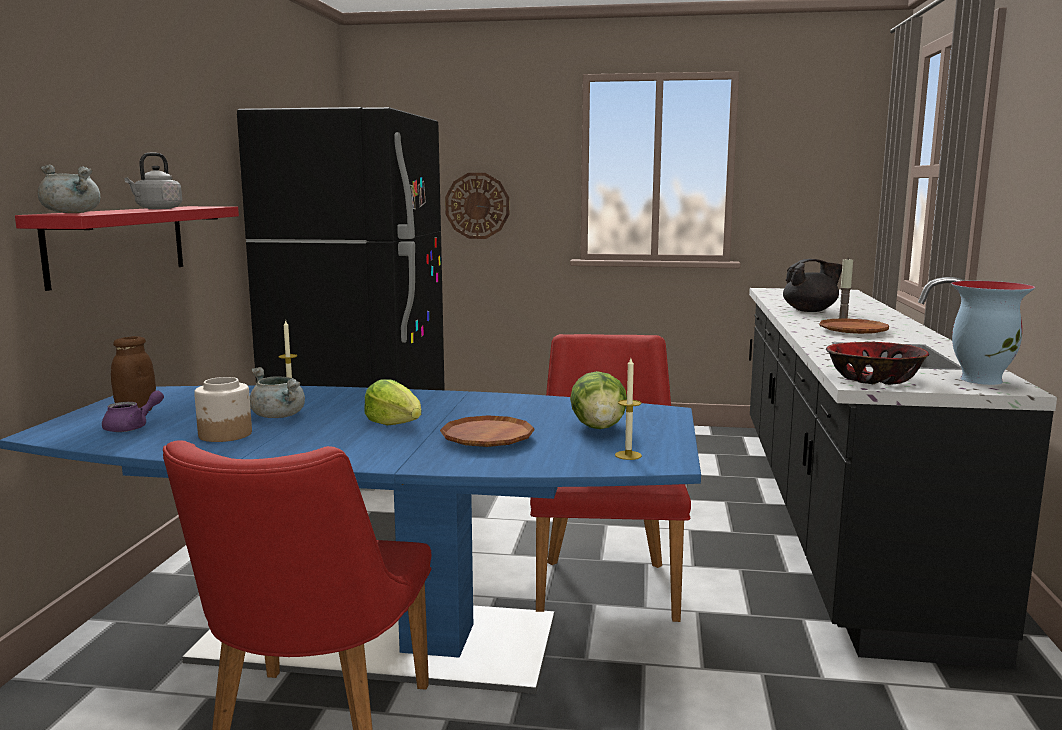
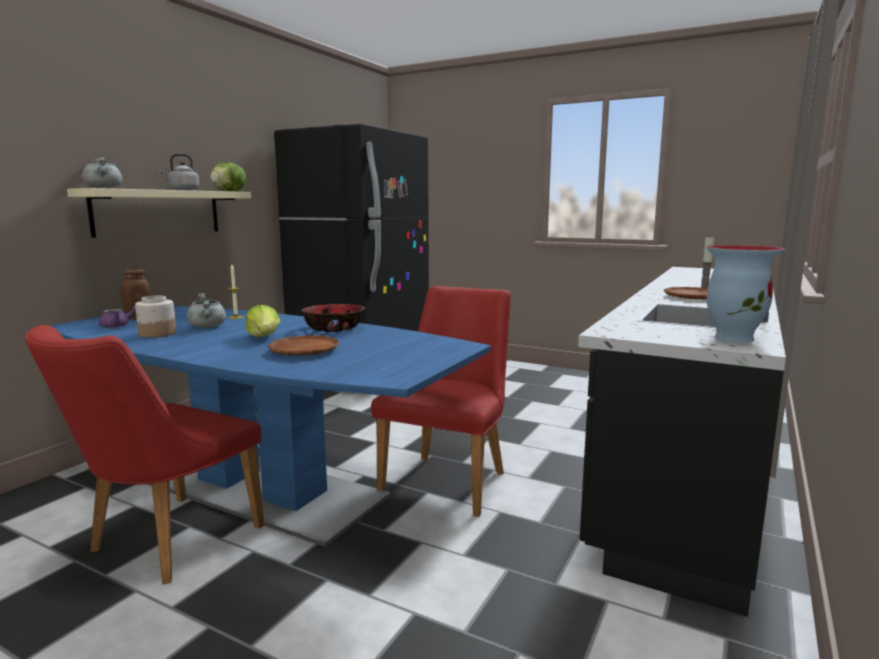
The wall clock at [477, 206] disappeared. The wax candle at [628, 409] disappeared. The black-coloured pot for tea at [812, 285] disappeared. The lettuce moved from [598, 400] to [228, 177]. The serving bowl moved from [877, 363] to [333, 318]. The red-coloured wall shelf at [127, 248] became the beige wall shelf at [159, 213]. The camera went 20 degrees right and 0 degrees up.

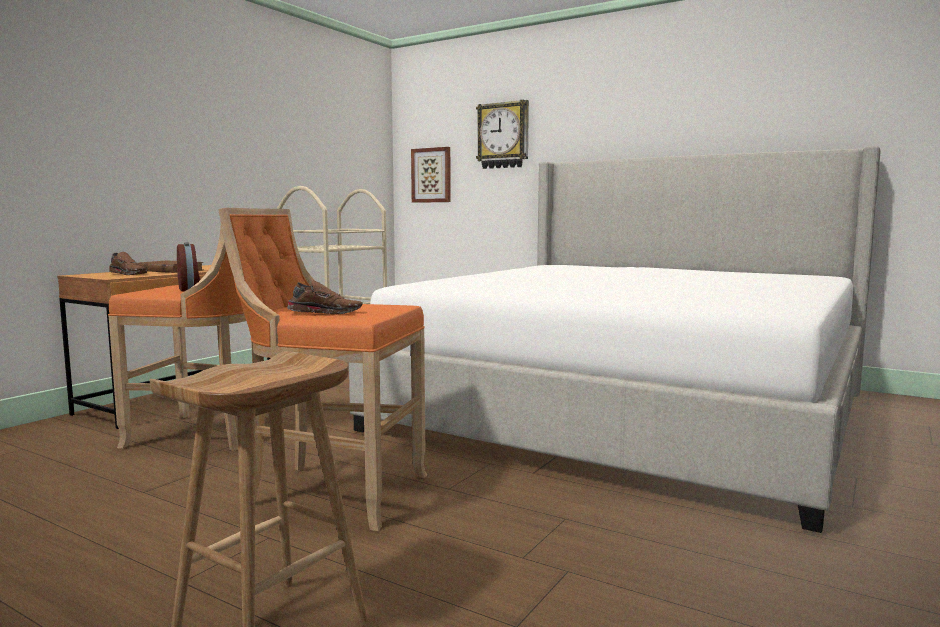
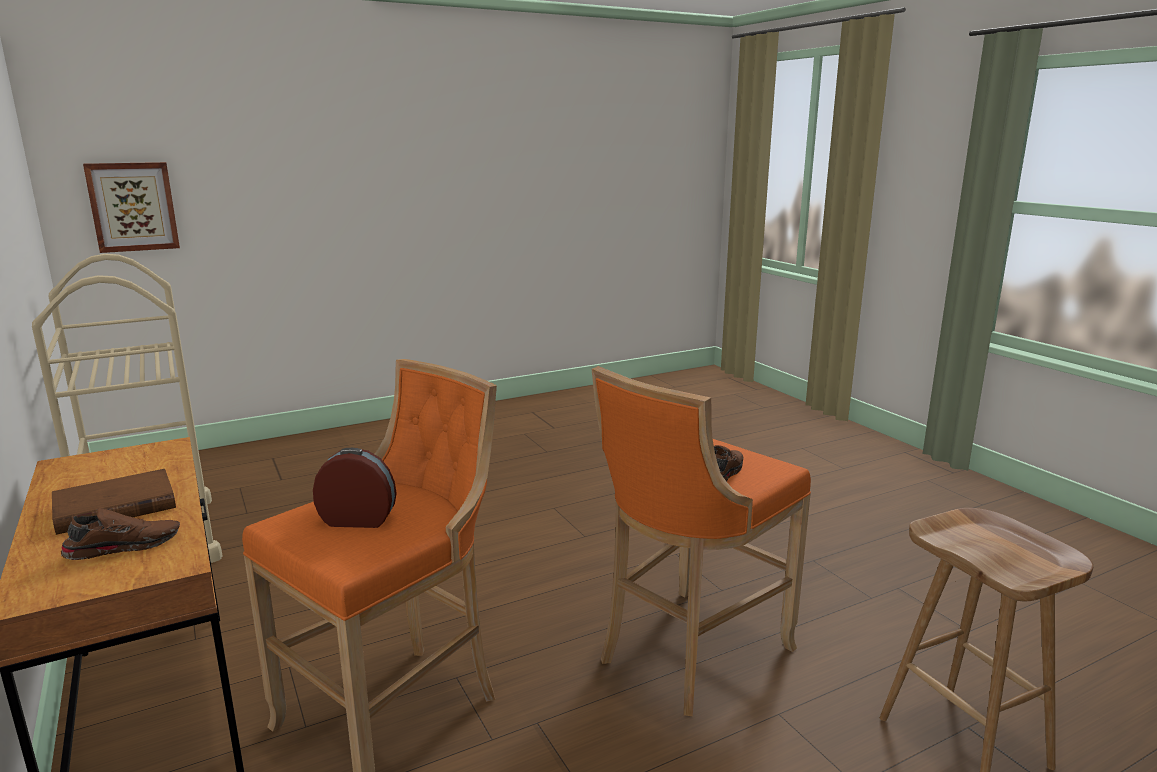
The bedroom bed at [615, 339] disappeared. The wall clock at [502, 134] disappeared. The camera went 60 degrees left and 10 degrees up.

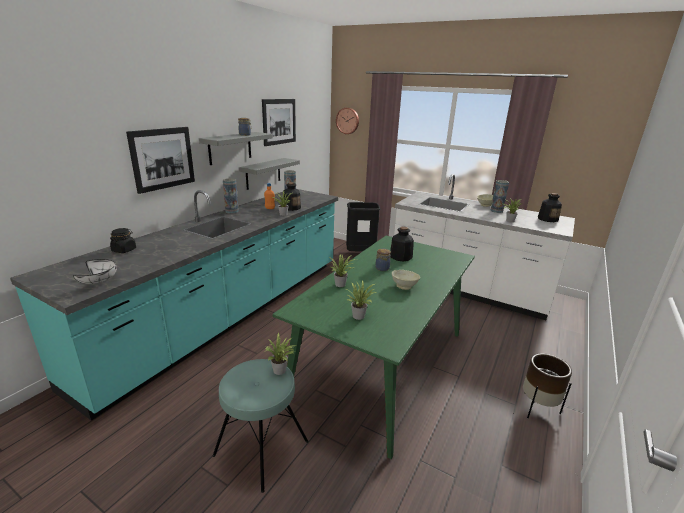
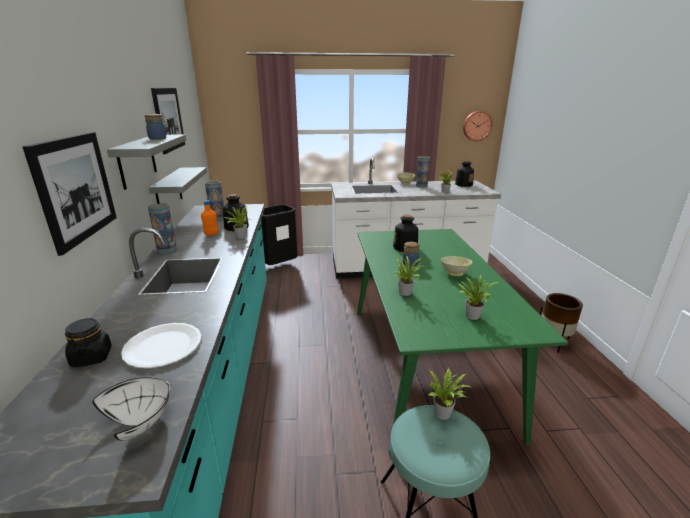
The white-coloured flat dish at [161, 345] appeared. The wall clock moved from [347, 121] to [477, 126]. The camera went 35 degrees left and 0 degrees up.

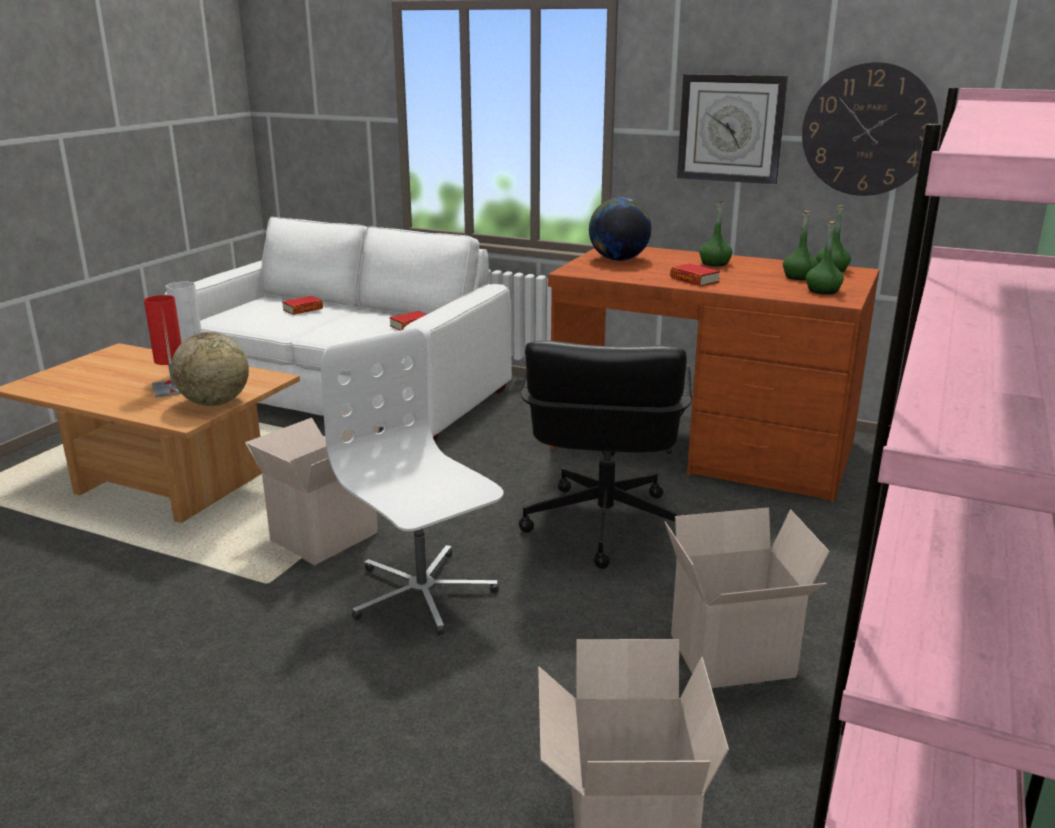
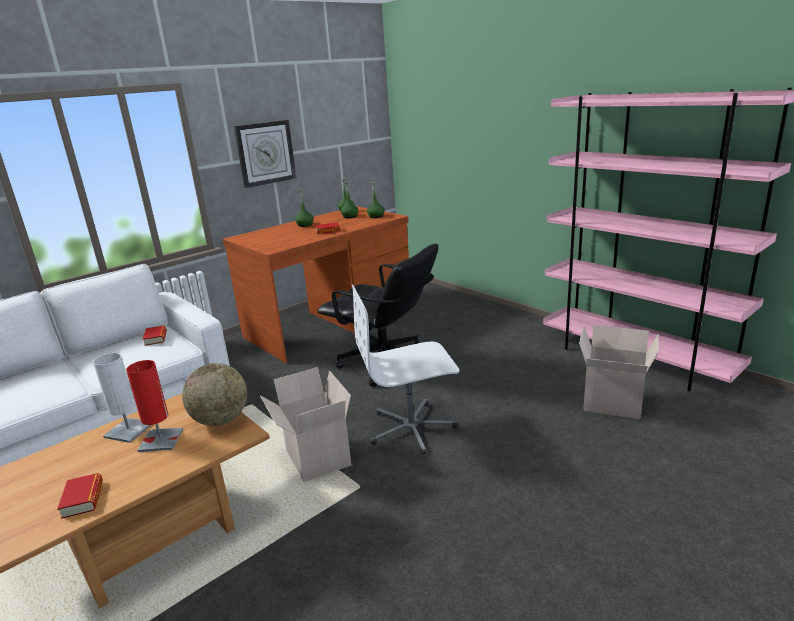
The world globe at [620, 229] disappeared. The packing box at [746, 598] disappeared. The wall clock at [870, 129] disappeared. The bound book moved from [302, 305] to [80, 496]. The camera went 65 degrees left and 0 degrees up.

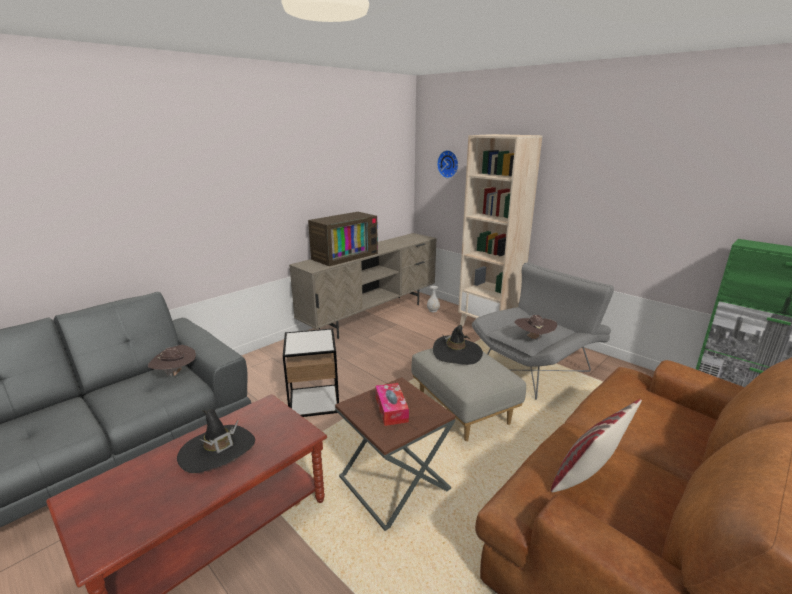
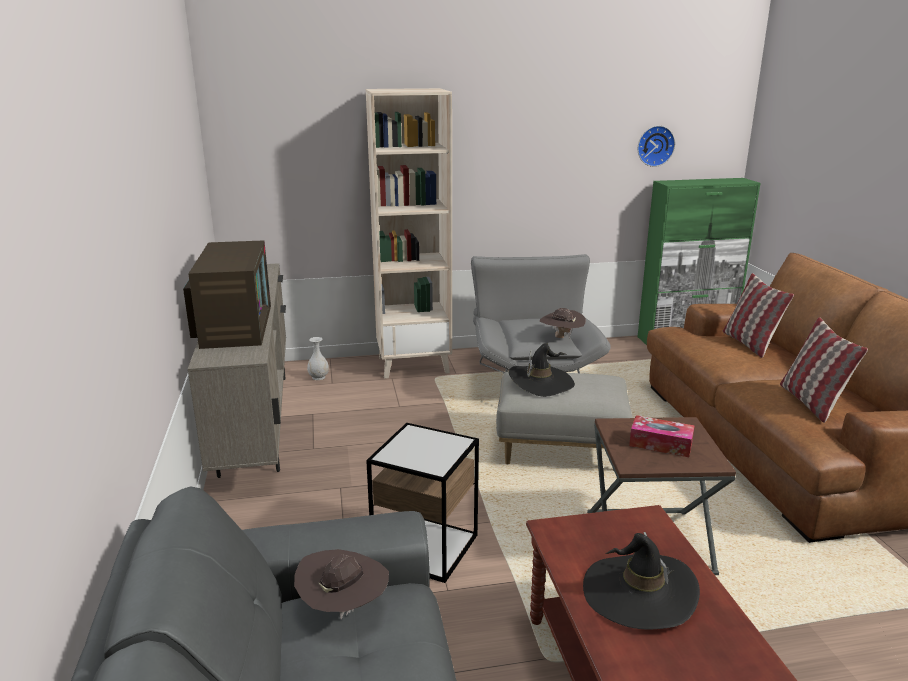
The cushion at [758, 315] appeared. The wall clock moved from [448, 164] to [656, 146]. The camera went 55 degrees left and 0 degrees up.

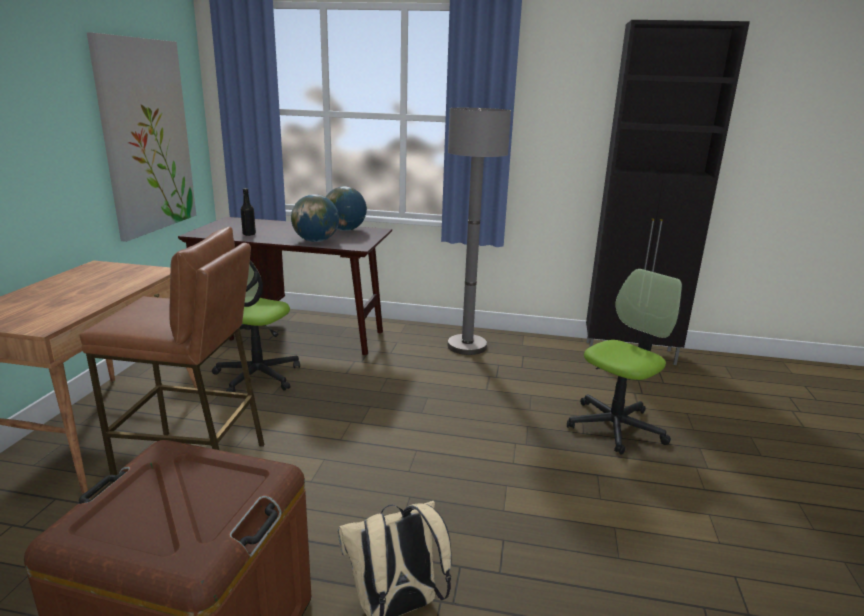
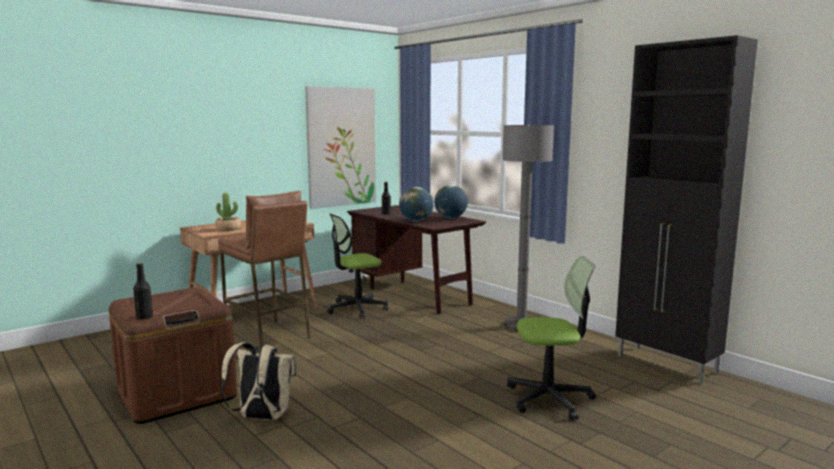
The black-coloured drink bottle at [143, 291] appeared. The potted plant at [228, 211] appeared. The camera went 40 degrees right and 10 degrees down.

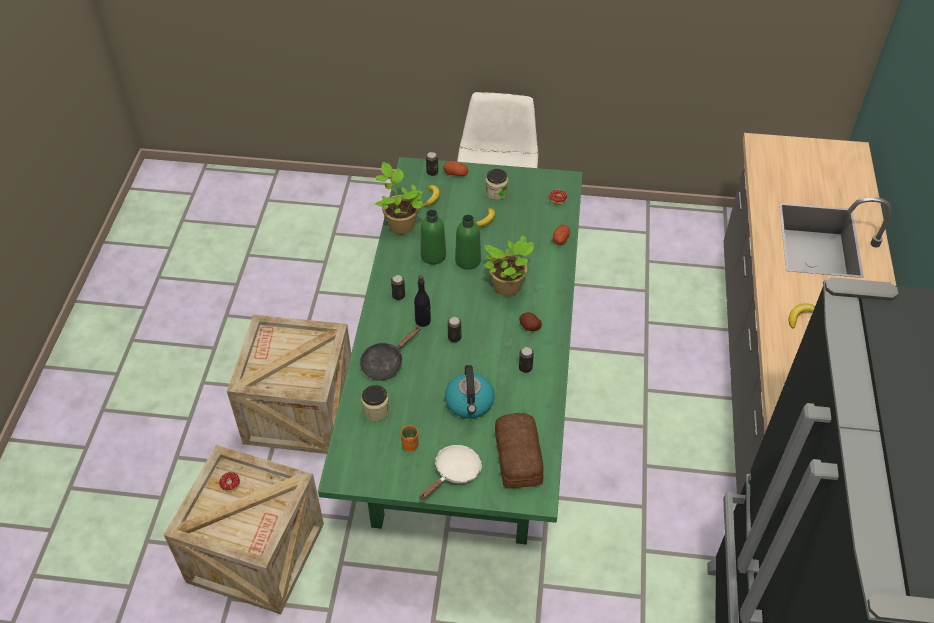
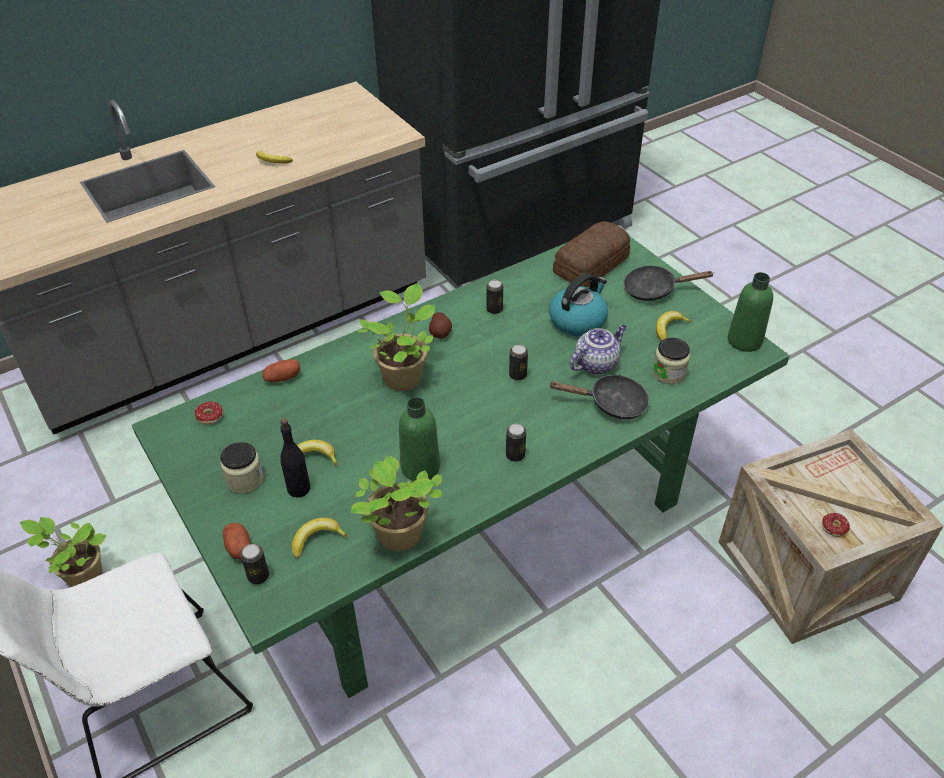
The packing crate at [289, 384] disappeared. The potted plant at [63, 552] appeared. The pot for tea at [598, 350] appeared. The black-coloured drink bottle moved from [422, 301] to [295, 458]. The green drink bottle moved from [468, 242] to [750, 312]. The orange-coloured small cup at [409, 438] was replaced by the banana fruit at [674, 326]. The white-coloured frying pan at [450, 472] became the black-coloured frying pan at [668, 283]. The camera went 130 degrees left and 5 degrees down.

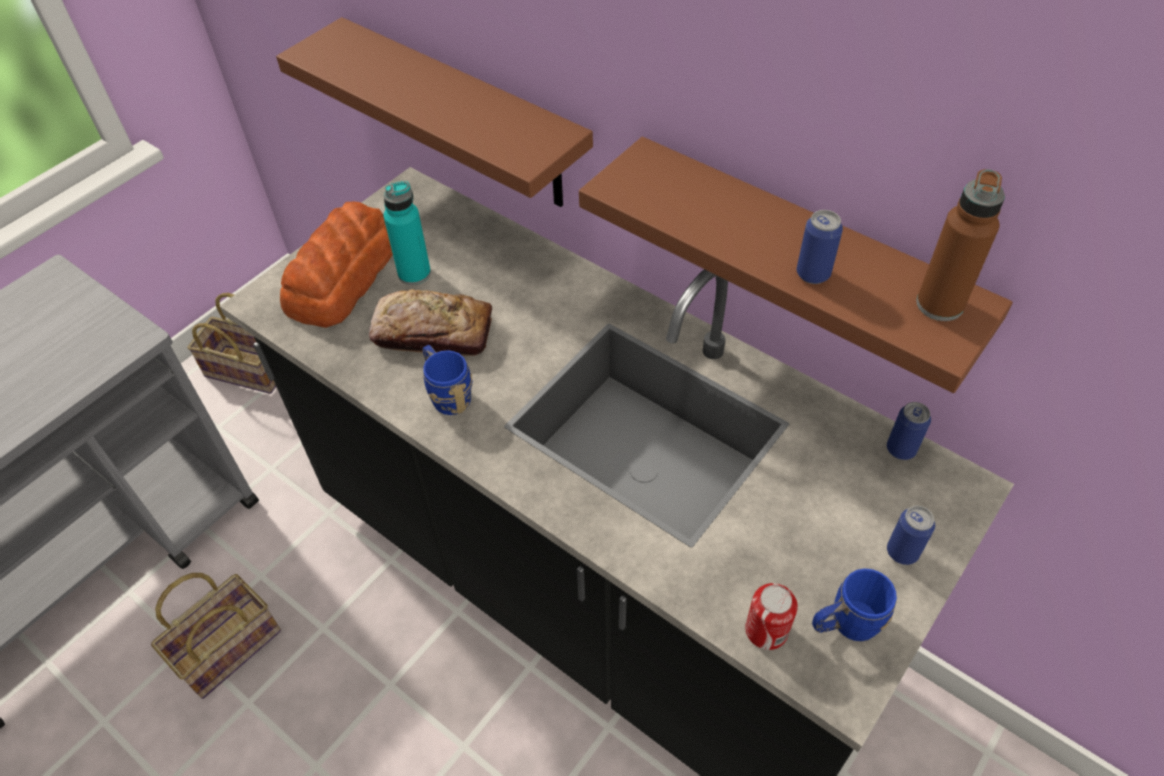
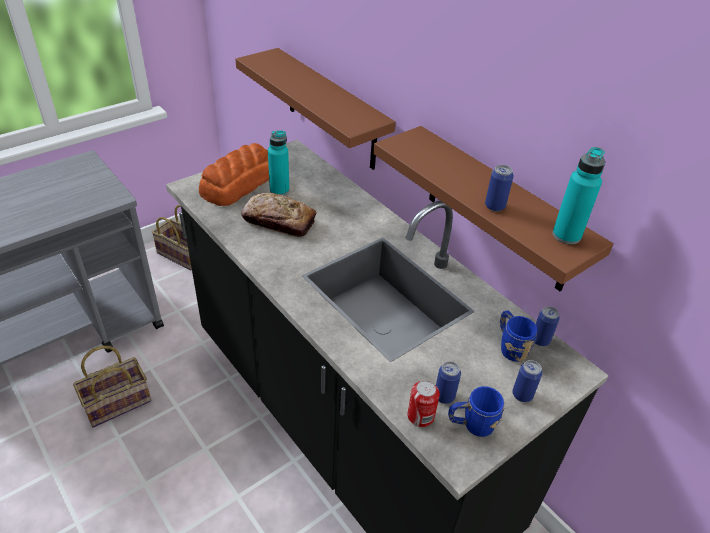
The can at [448, 382] appeared. The blue mug moved from [447, 380] to [518, 336]. The brownish drink bottle at [960, 245] became the blue-green drink bottle at [578, 195]. The camera went 10 degrees right and 10 degrees down.

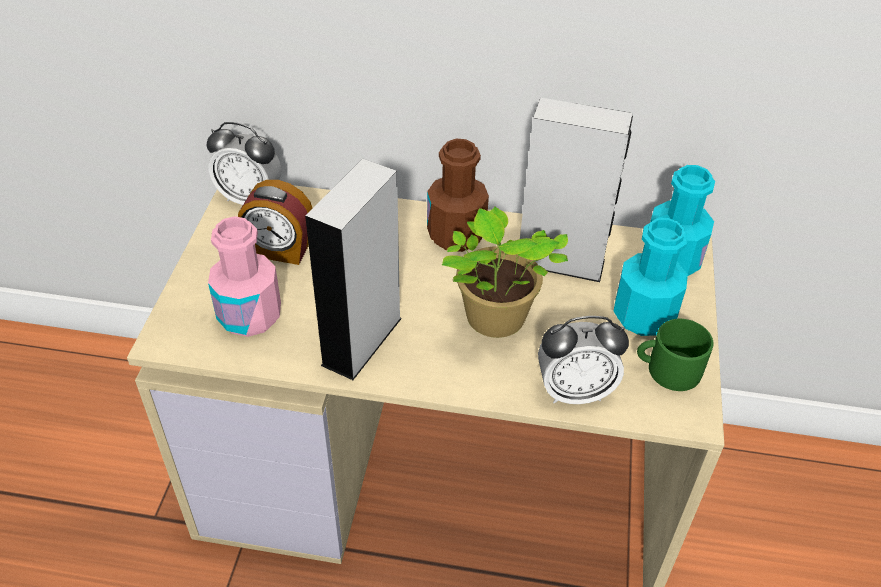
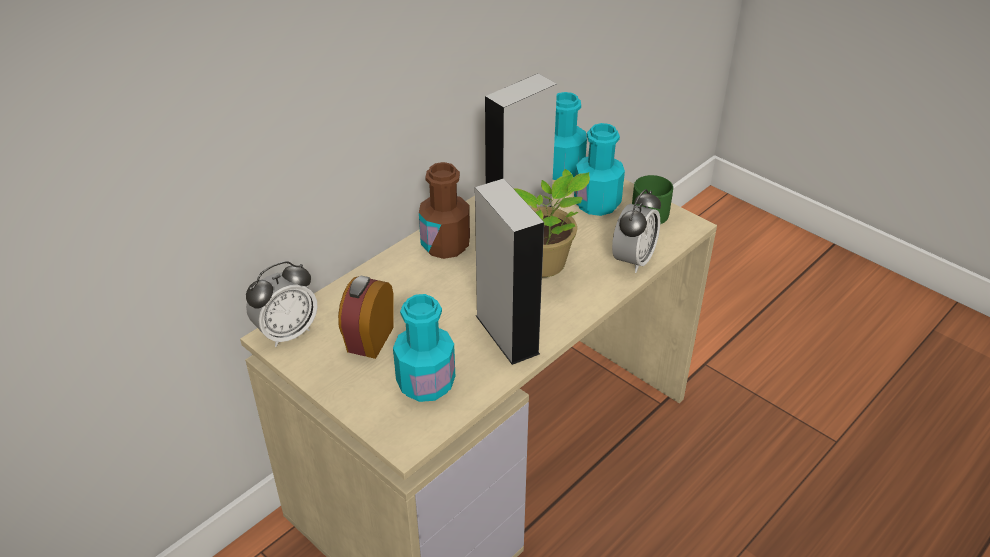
The pink-coloured drink bottle at [244, 276] became the blue-green drink bottle at [424, 348]. The alarm clock at [275, 222] turned 150 degrees clockwise. The camera went 55 degrees left and 5 degrees down.

